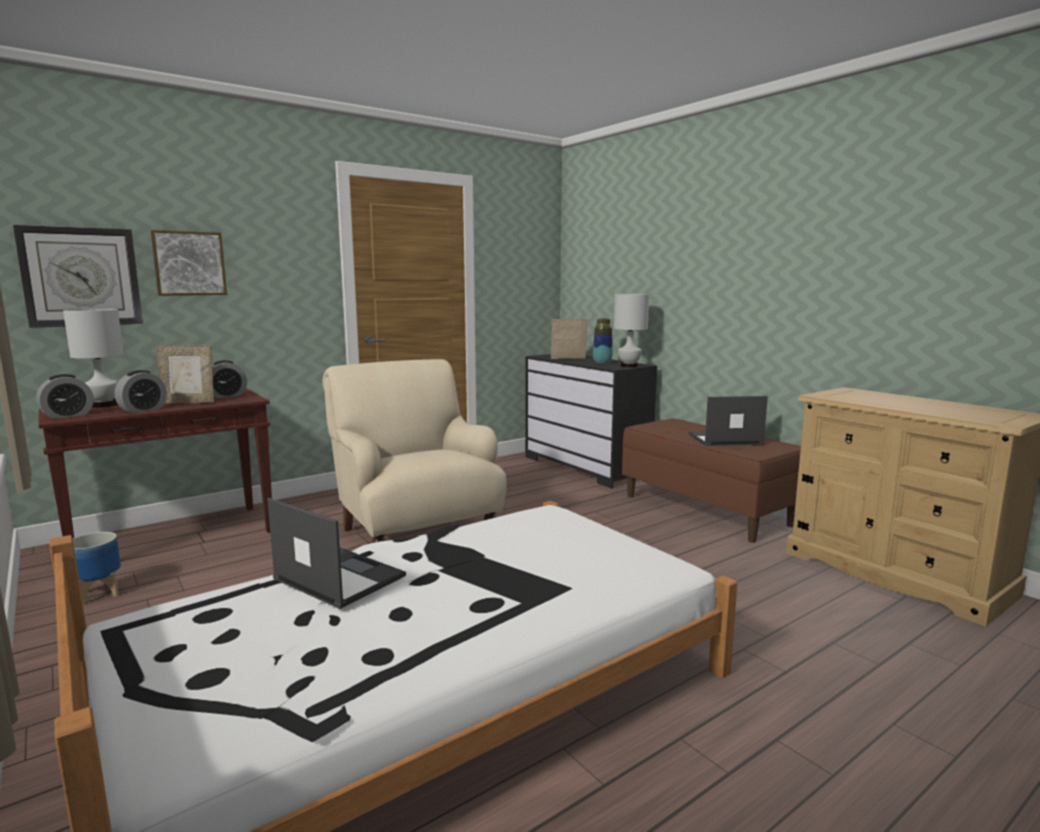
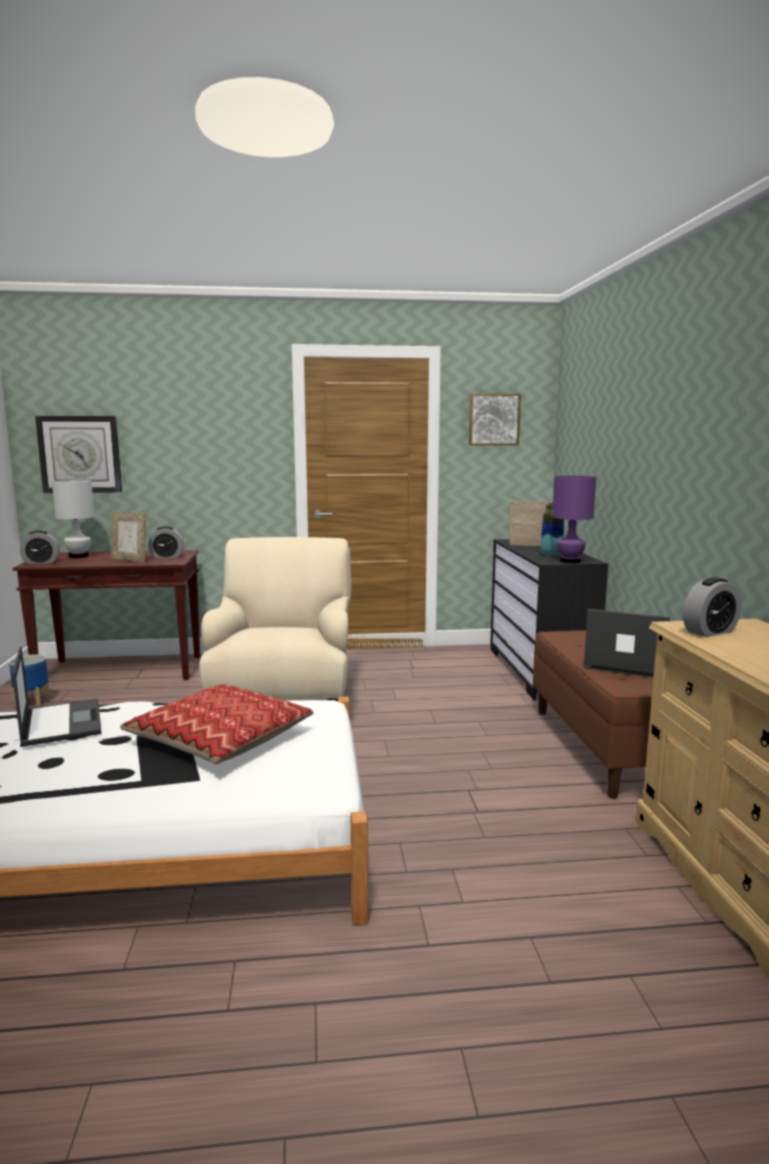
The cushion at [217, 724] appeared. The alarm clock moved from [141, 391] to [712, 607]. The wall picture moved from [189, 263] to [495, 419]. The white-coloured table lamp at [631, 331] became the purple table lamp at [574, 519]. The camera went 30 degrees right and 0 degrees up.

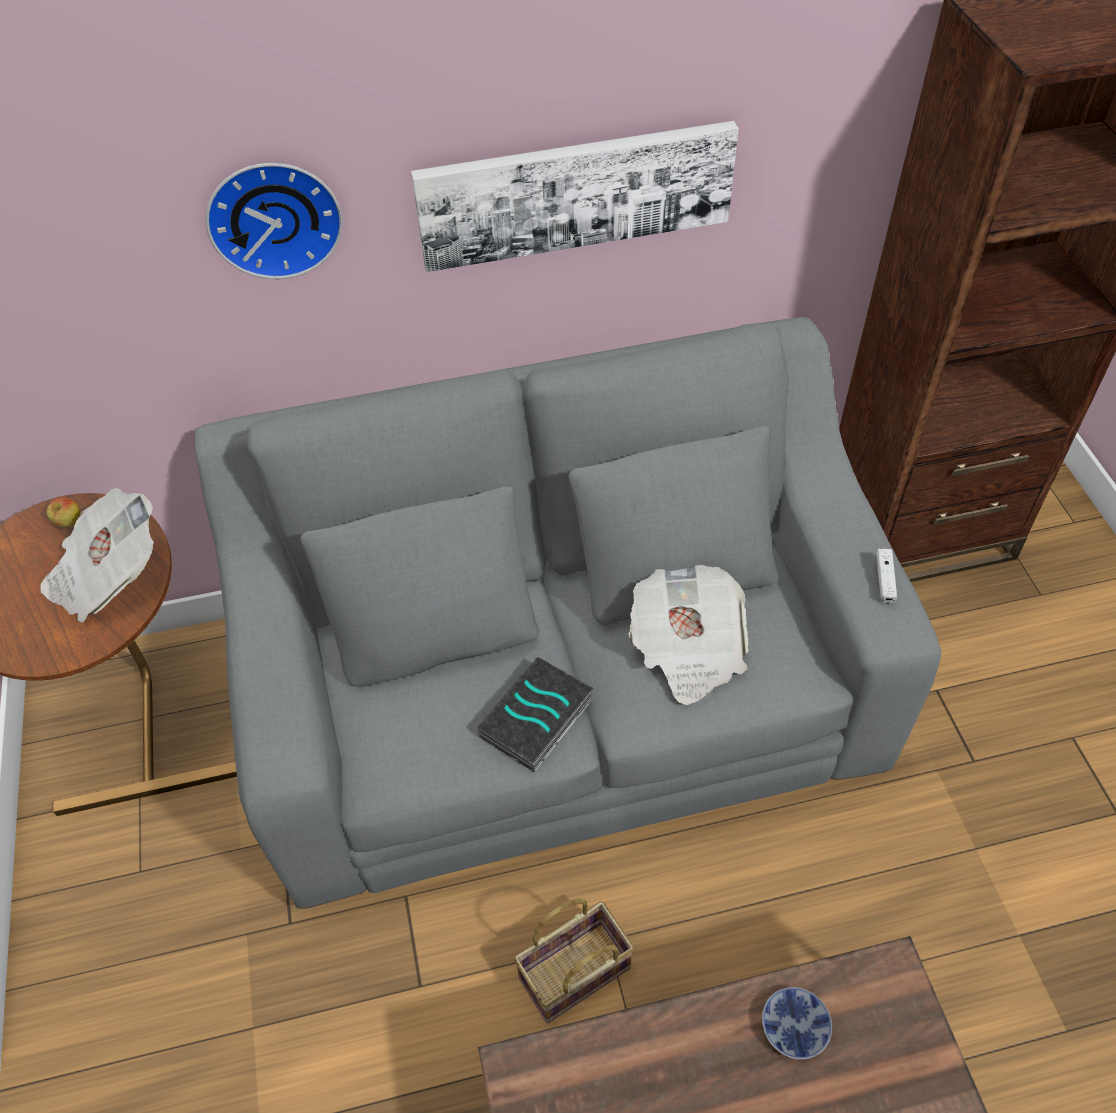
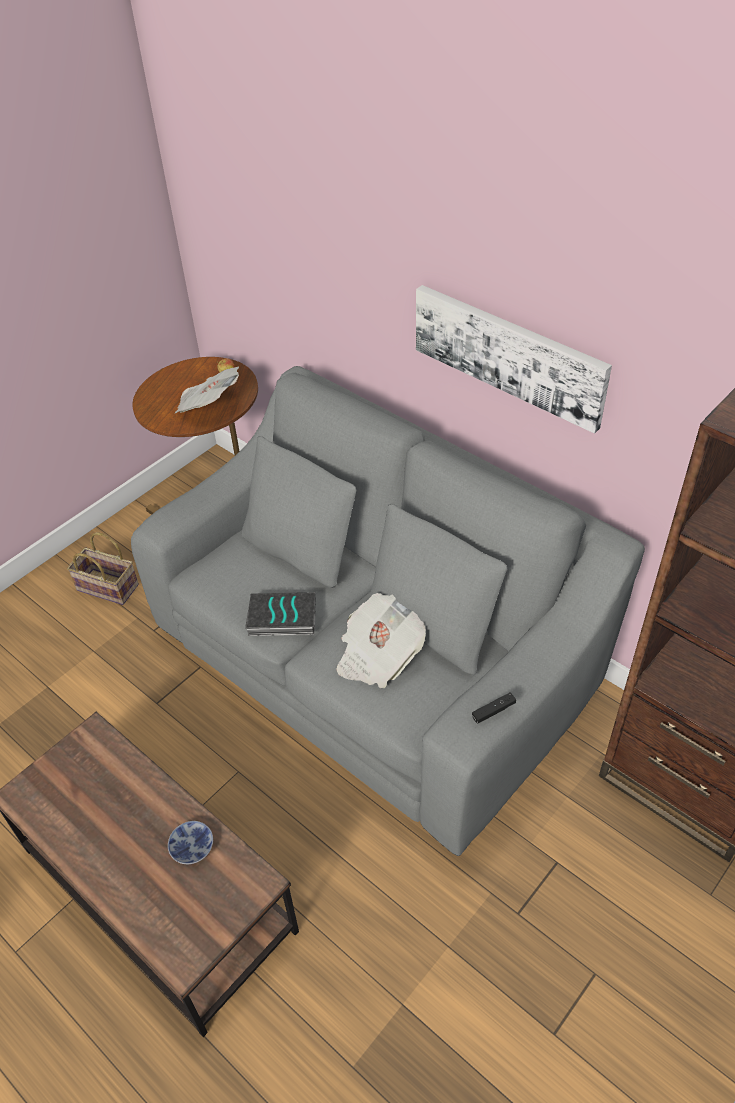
The wall clock at [274, 221] disappeared. The storage basket moved from [574, 960] to [103, 568]. The white-coloured game controller at [886, 575] became the black-coloured game controller at [494, 708]. The camera went 55 degrees right and 5 degrees down.

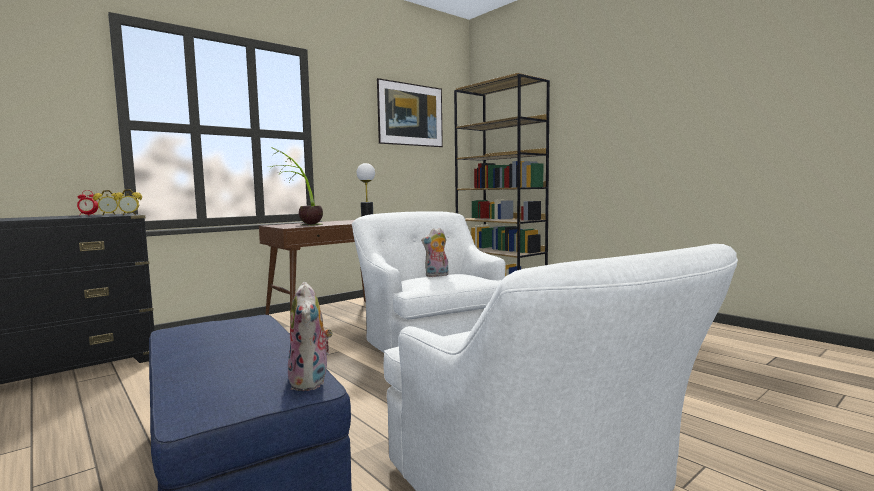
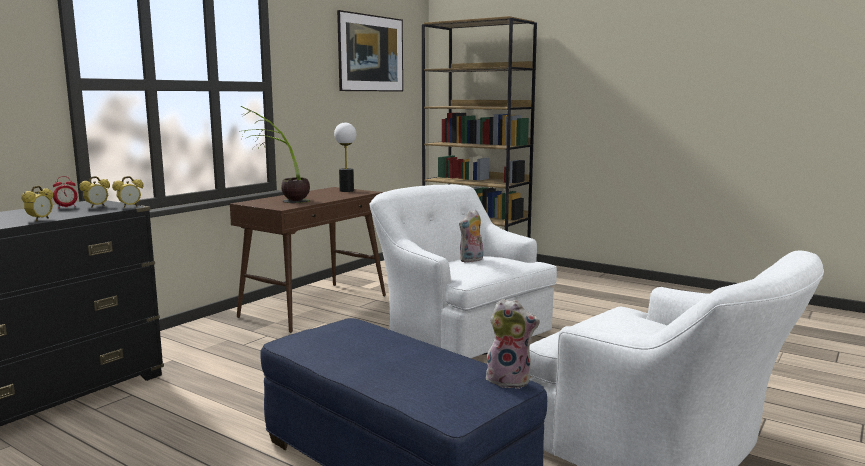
The alarm clock at [37, 203] appeared. The cuddly toy at [310, 336] turned 45 degrees counterclockwise. The camera went 15 degrees left and 5 degrees up.

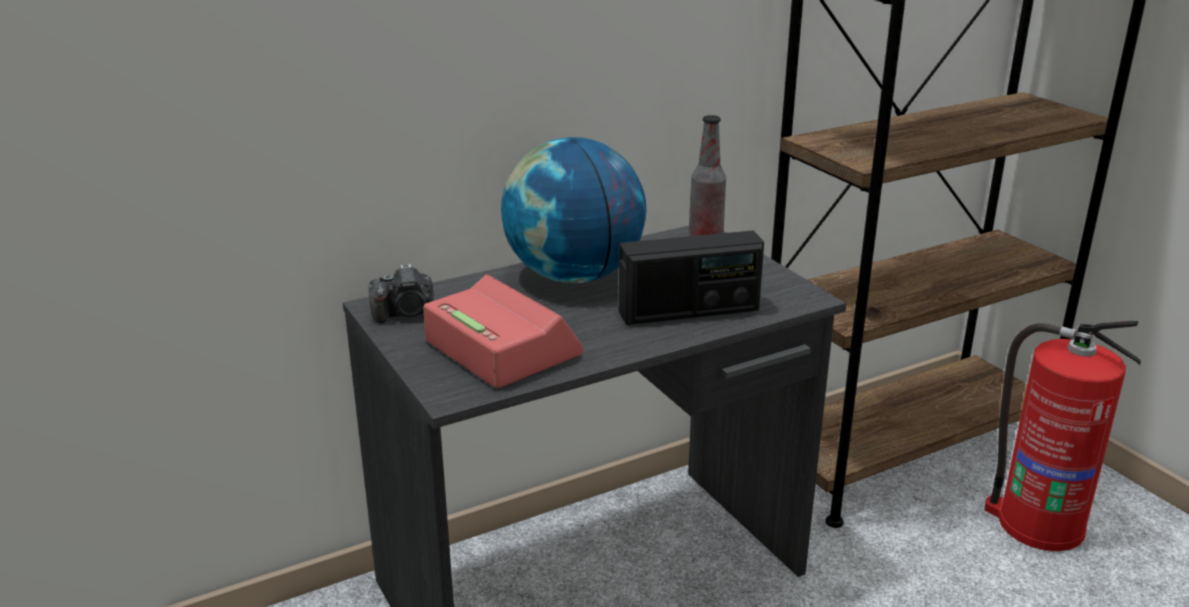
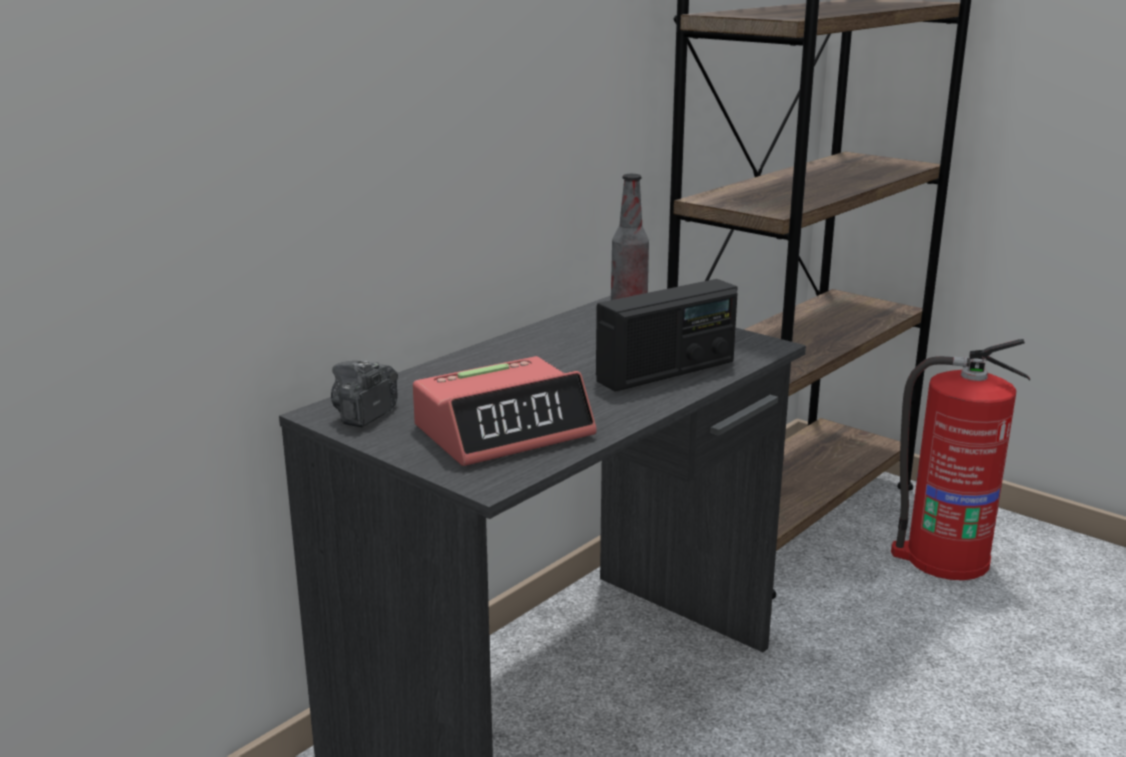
The world globe at [573, 210] disappeared. The still camera at [401, 293] turned 150 degrees clockwise. The alarm clock at [503, 331] turned 120 degrees clockwise. The camera went 20 degrees left and 5 degrees down.

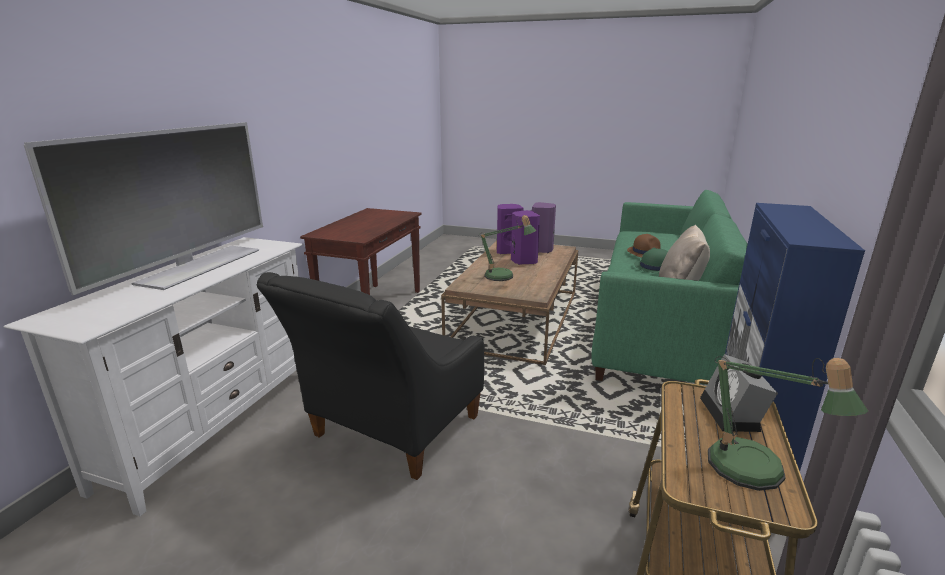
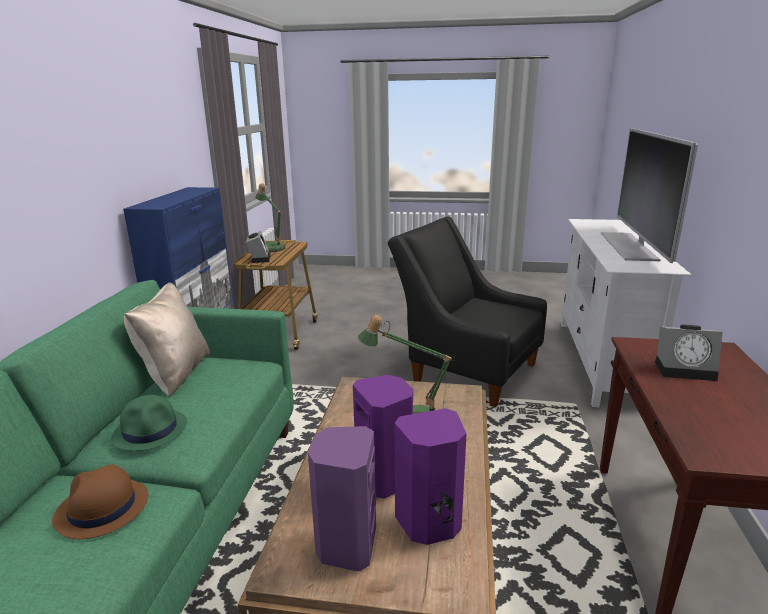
The alarm clock at [689, 353] appeared. The black-coloured easy chair at [370, 376] turned 75 degrees counterclockwise. The camera went 170 degrees right and 0 degrees up.

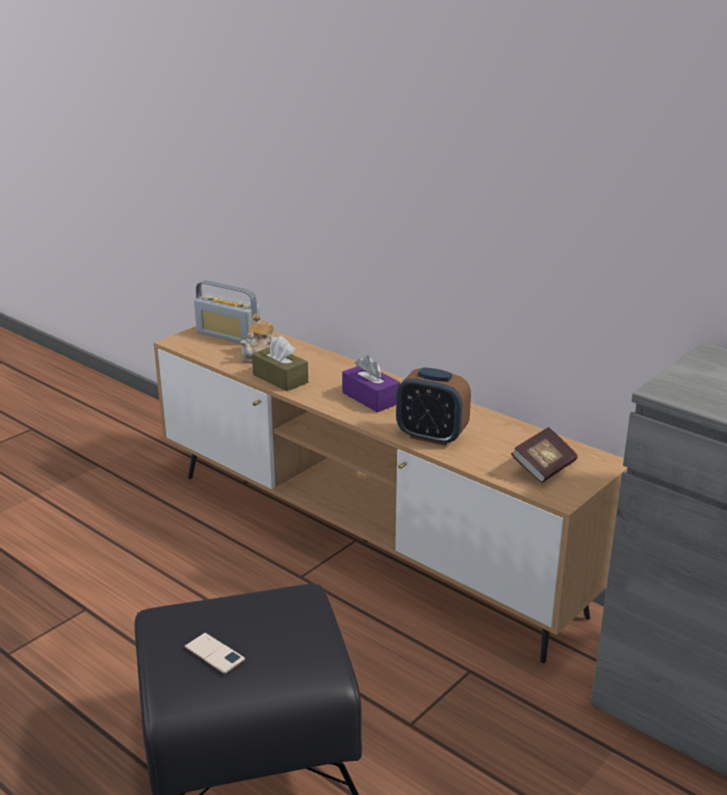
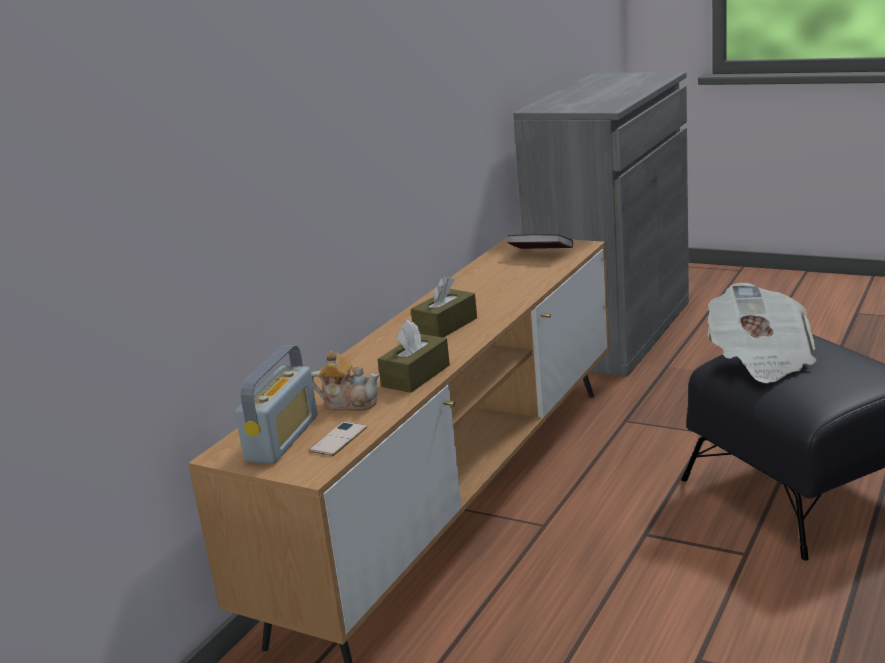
The alarm clock at [433, 406] disappeared. The daily paper at [762, 333] appeared. The phone moved from [215, 653] to [338, 439]. The purple box of tissues at [371, 383] became the brownish box of tissues at [444, 307]. The camera went 100 degrees left and 5 degrees down.

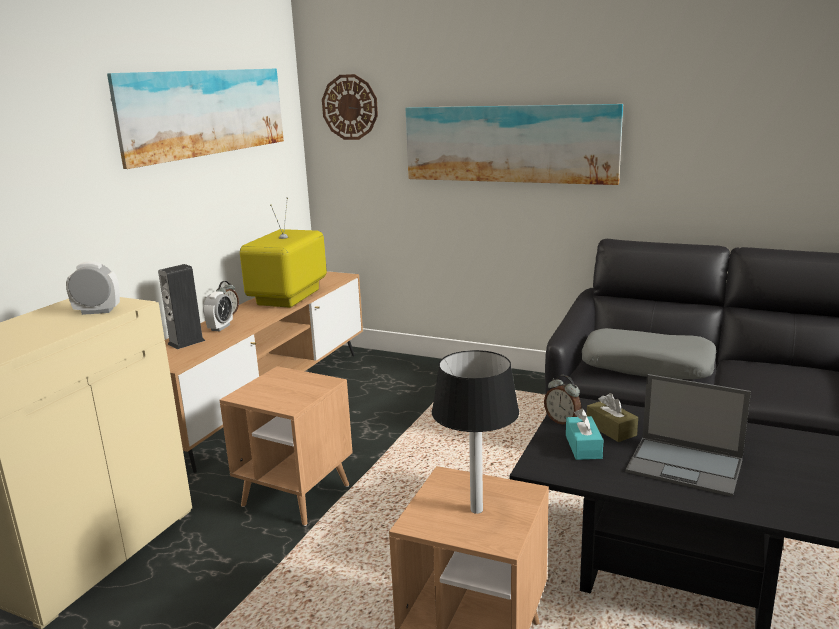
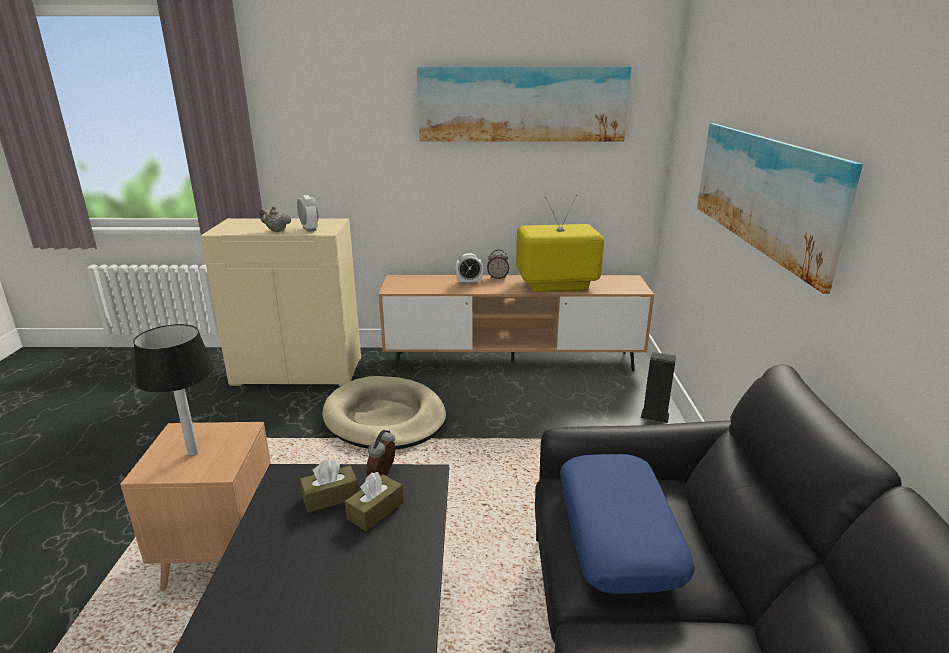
The wall clock at [350, 107] disappeared. The notebook computer at [688, 435] disappeared. The beige pot for tea at [275, 219] appeared. The speaker moved from [181, 306] to [658, 387]. The brownish side table at [286, 446] was replaced by the beige dog bed at [384, 412]. The blue-green box of tissues at [584, 434] became the brownish box of tissues at [329, 486]. The gray cushion at [649, 353] became the blue cushion at [627, 524]. The camera went 65 degrees right and 5 degrees up.

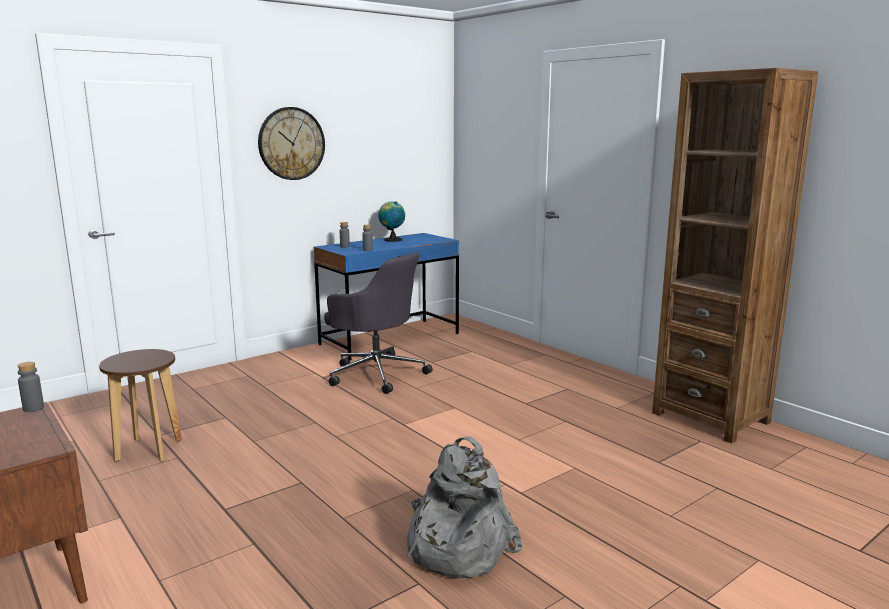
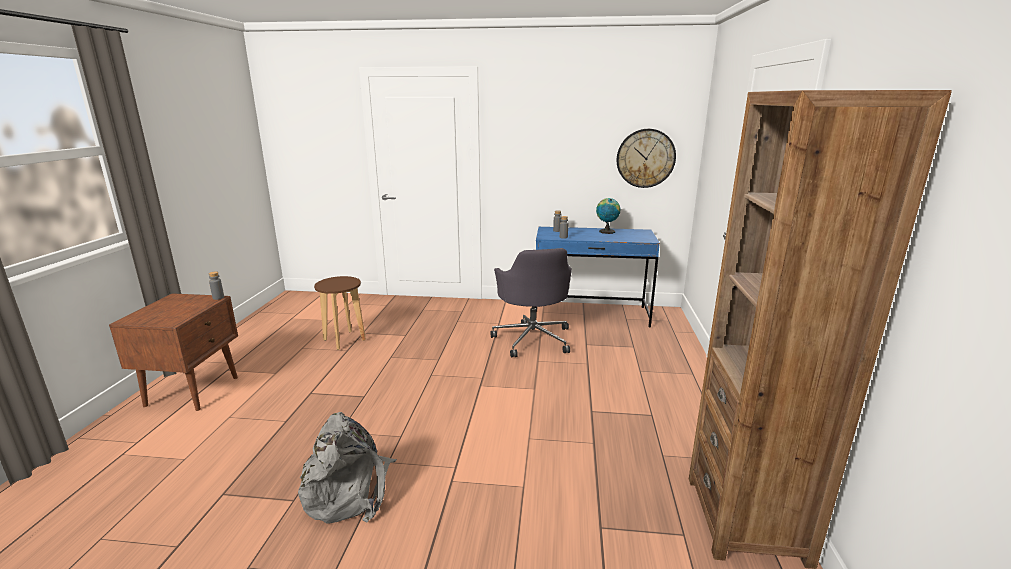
The wall clock moved from [291, 143] to [646, 158]. The camera went 45 degrees right and 5 degrees up.

